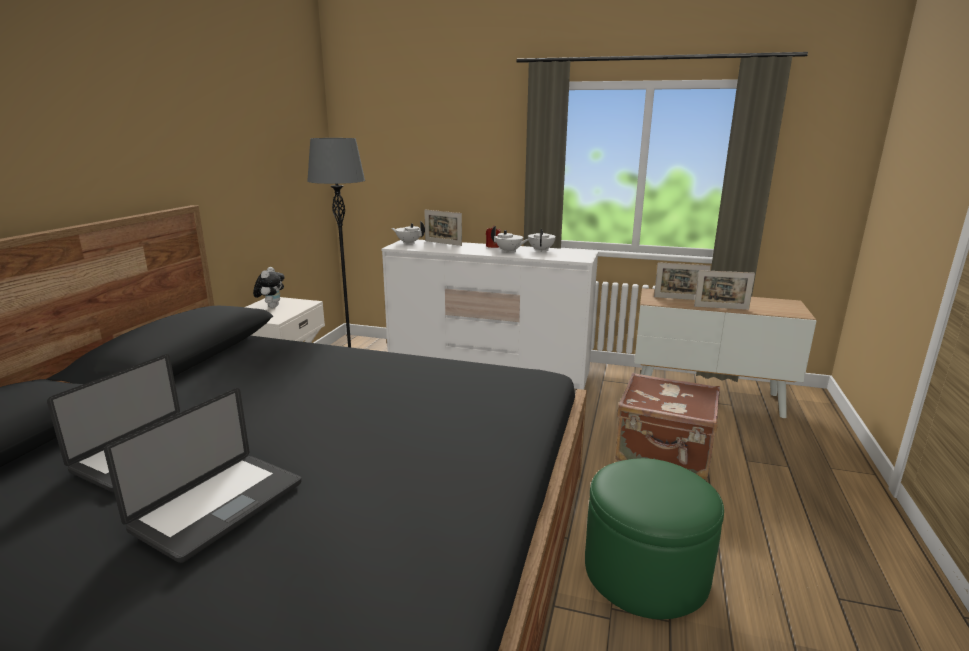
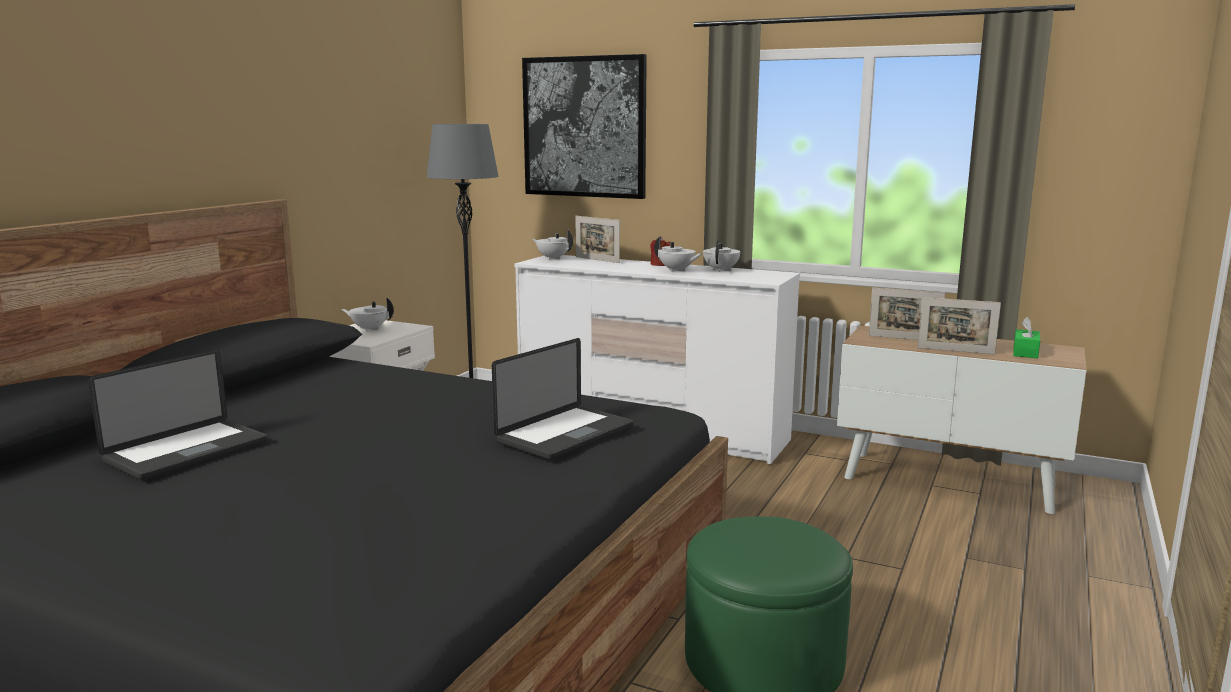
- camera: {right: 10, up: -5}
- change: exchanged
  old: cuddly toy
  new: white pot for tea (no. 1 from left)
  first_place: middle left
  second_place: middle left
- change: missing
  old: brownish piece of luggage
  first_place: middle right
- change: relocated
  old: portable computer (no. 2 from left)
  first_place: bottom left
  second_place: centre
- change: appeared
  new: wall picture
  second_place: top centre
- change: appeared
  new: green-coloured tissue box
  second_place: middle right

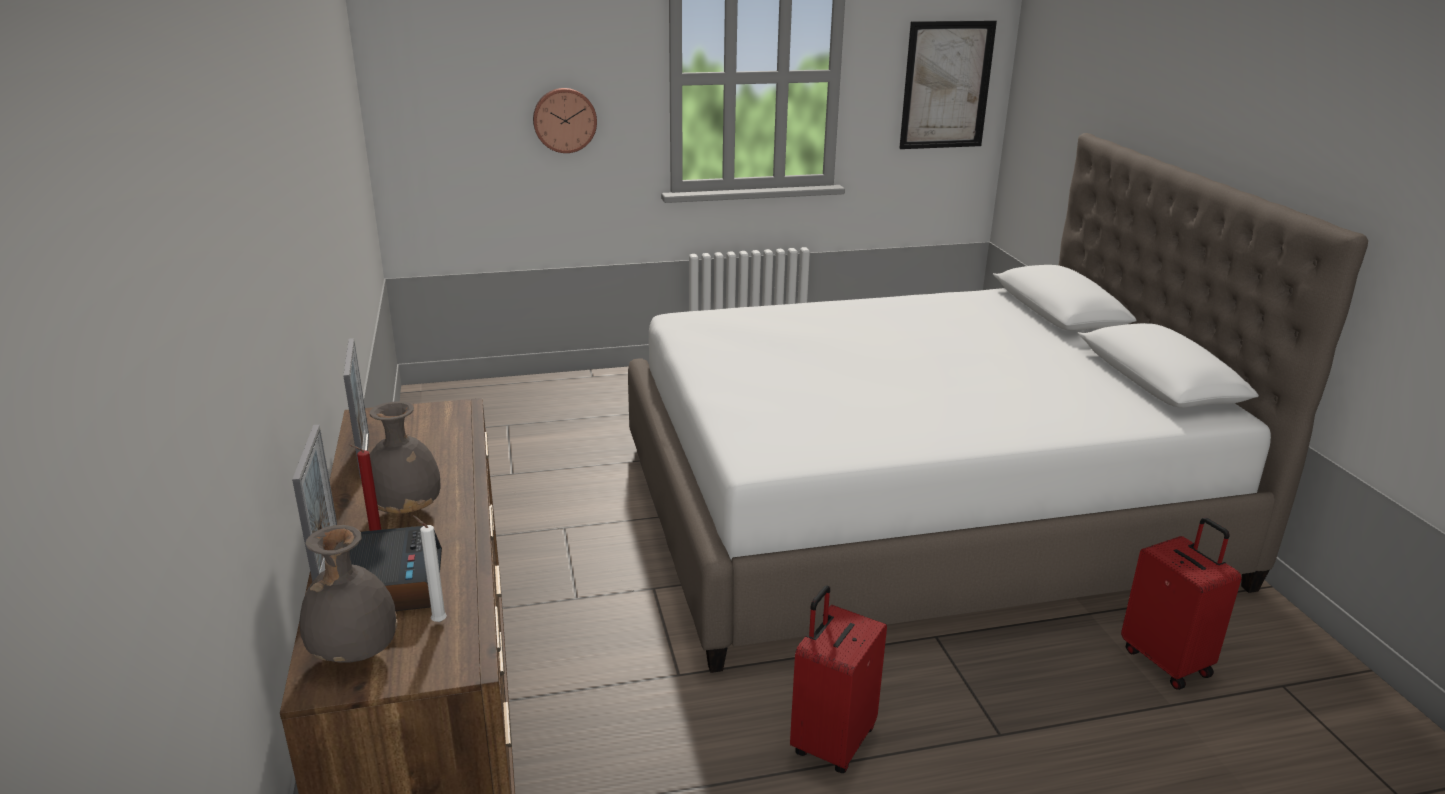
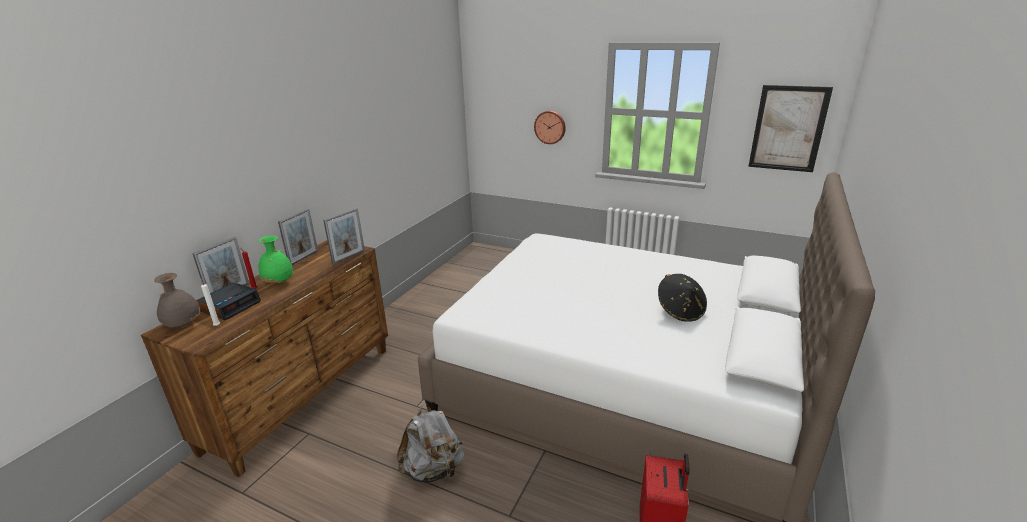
- camera: {right: 40, up: 0}
- change: colour
  old: greyish vase (no. 2 from left)
  new: green-coloured vase
  first_place: middle left
  second_place: middle left
- change: exchanged
  old: reddish piece of luggage (no. 1 from left)
  new: greyish backpack
  first_place: bottom centre
  second_place: bottom centre
- change: appeared
  new: photo frame (no. 3 from left)
  second_place: centre
- change: appeared
  new: black clothing hat
  second_place: centre

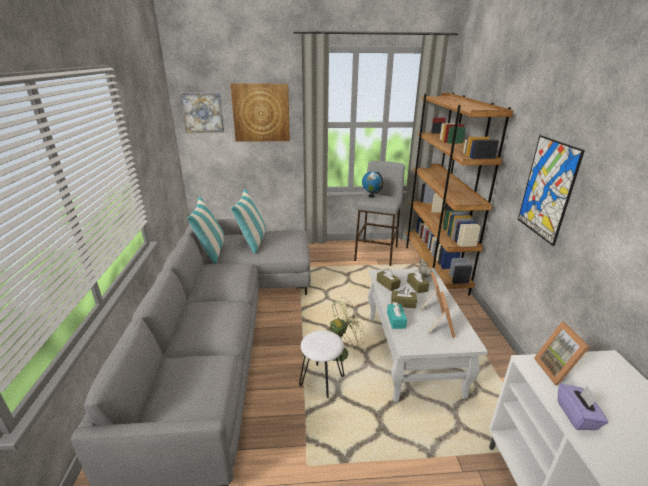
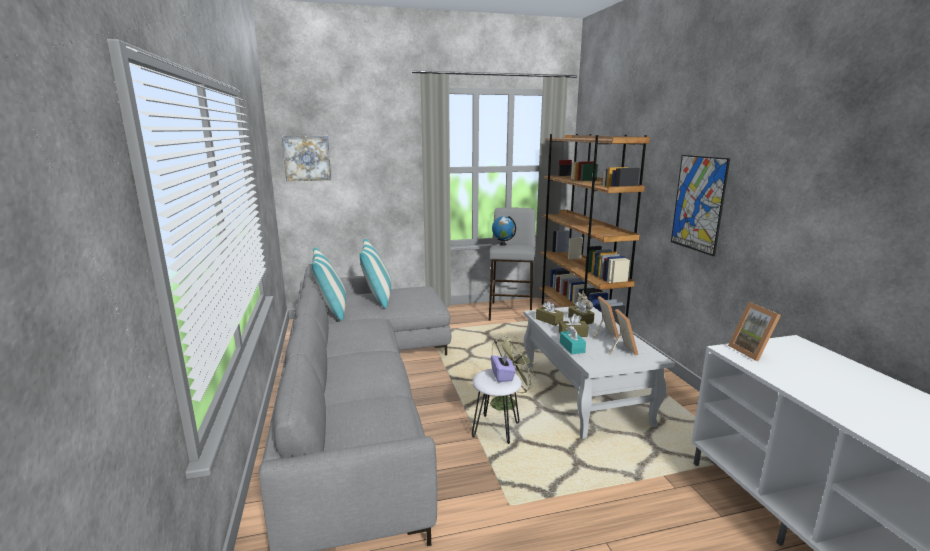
- camera: {right: -10, up: -10}
- change: missing
  old: wall picture (no. 2 from left)
  first_place: top centre
- change: relocated
  old: purple tissue box
  first_place: bottom right
  second_place: centre

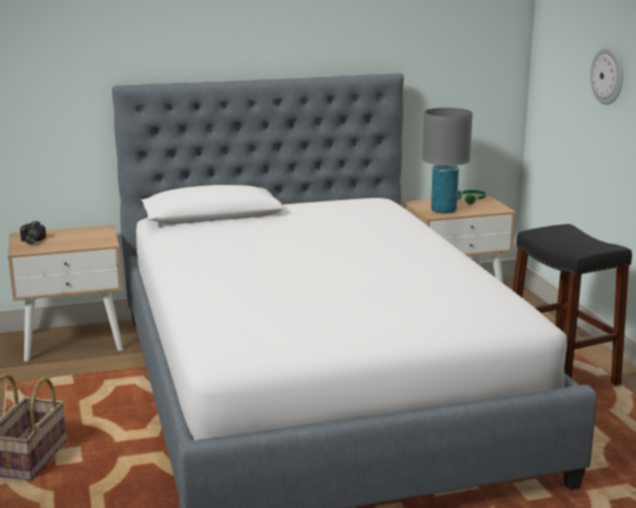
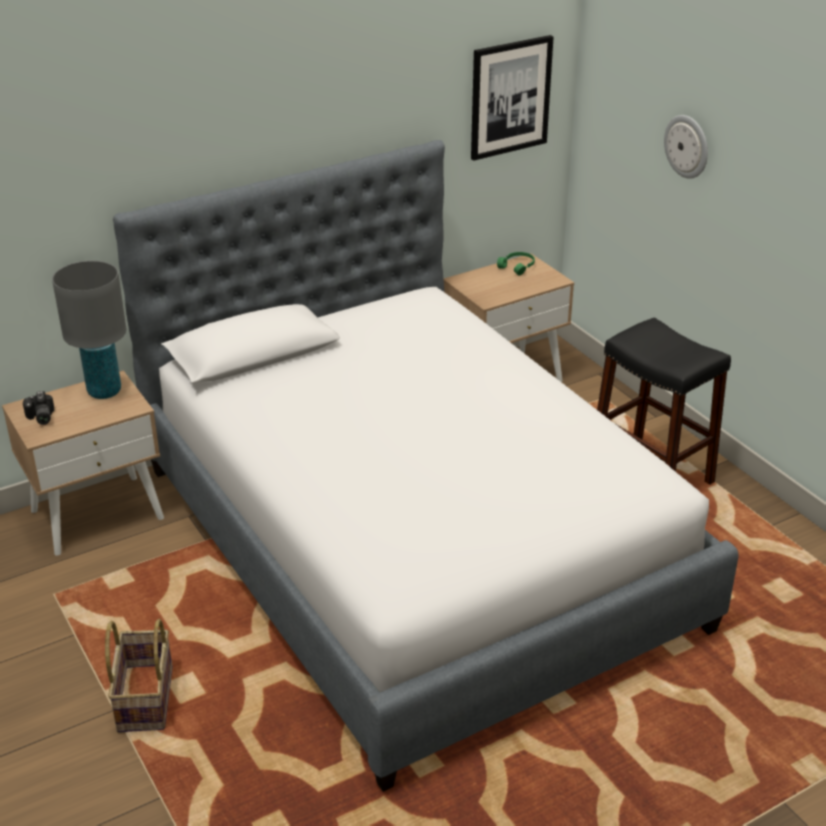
- camera: {right: -15, up: 15}
- change: relocated
  old: greyish table lamp
  first_place: top right
  second_place: middle left
- change: appeared
  new: wall picture
  second_place: top centre

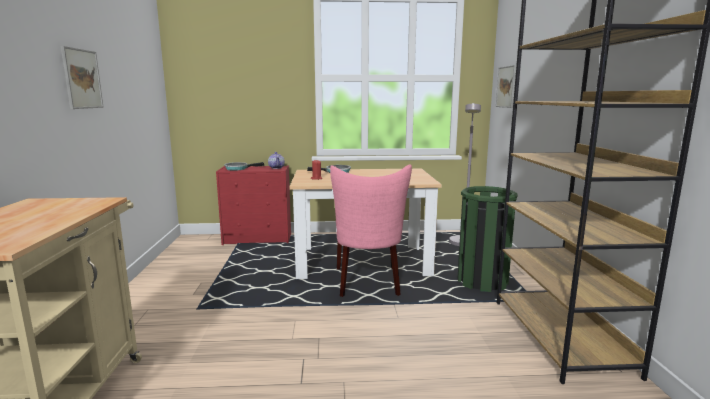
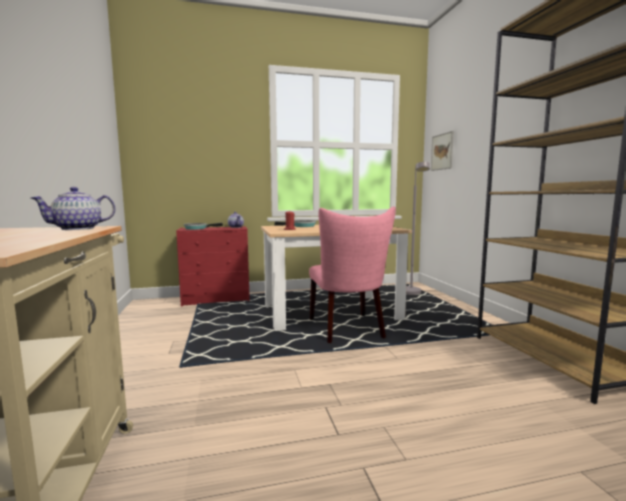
- camera: {right: -10, up: -5}
- change: missing
  old: wall picture (no. 1 from left)
  first_place: top left
- change: missing
  old: green-coloured rubbish bin
  first_place: middle right
- change: appeared
  new: pot for tea (no. 1 from left)
  second_place: middle left

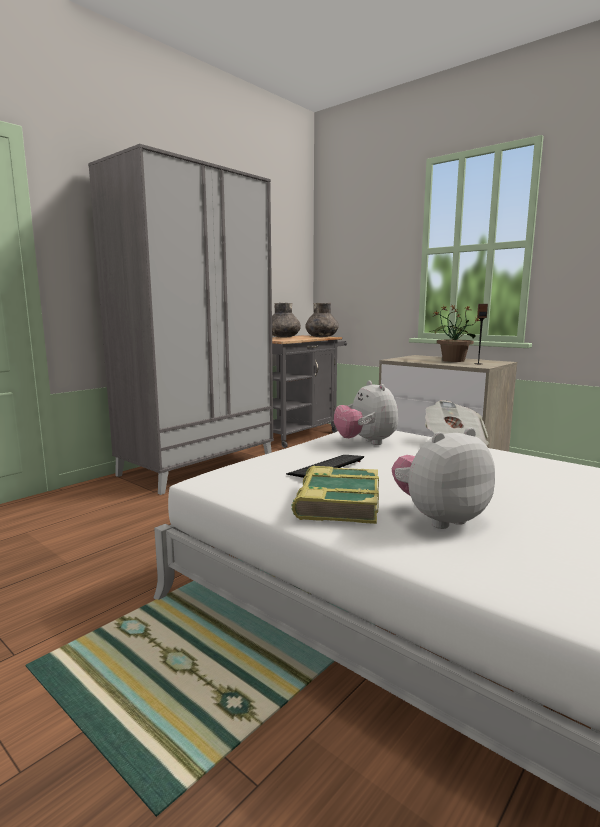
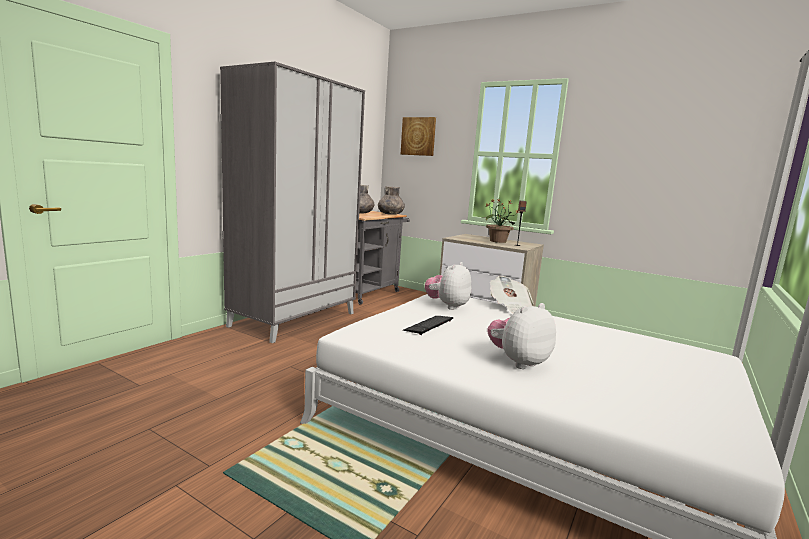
- camera: {right: -10, up: 0}
- change: spun
  old: cuddly toy (no. 1 from left)
  first_place: centre
  second_place: centre
  degrees: 60
- change: missing
  old: bound book
  first_place: centre
- change: appeared
  new: wall picture
  second_place: top centre

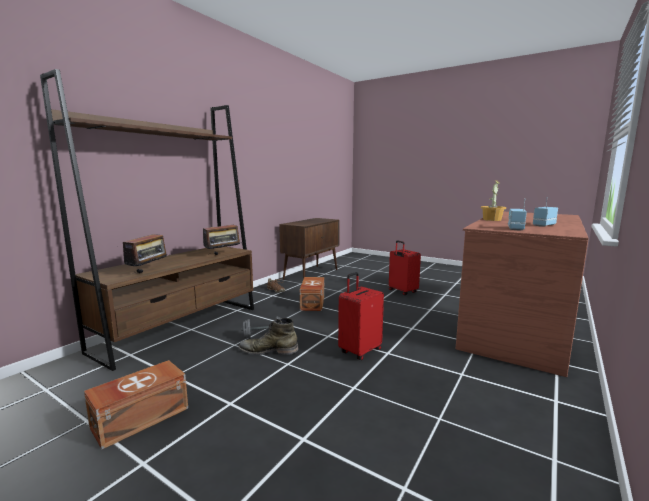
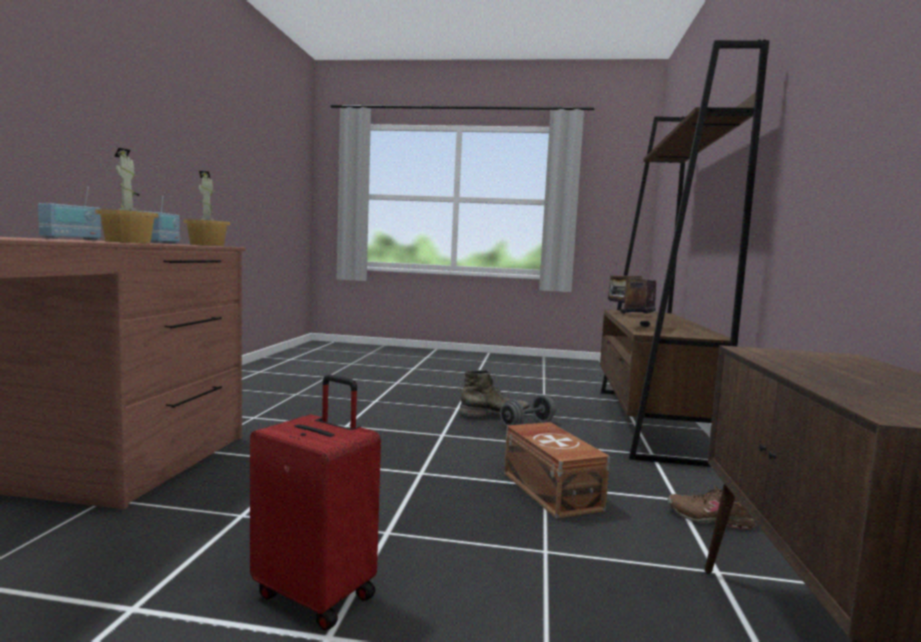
- camera: {right: 155, up: -5}
- change: missing
  old: reddish piece of luggage (no. 1 from left)
  first_place: centre
- change: missing
  old: brownish storage bin (no. 1 from left)
  first_place: bottom left
- change: appeared
  new: houseplant (no. 2 from left)
  second_place: top left

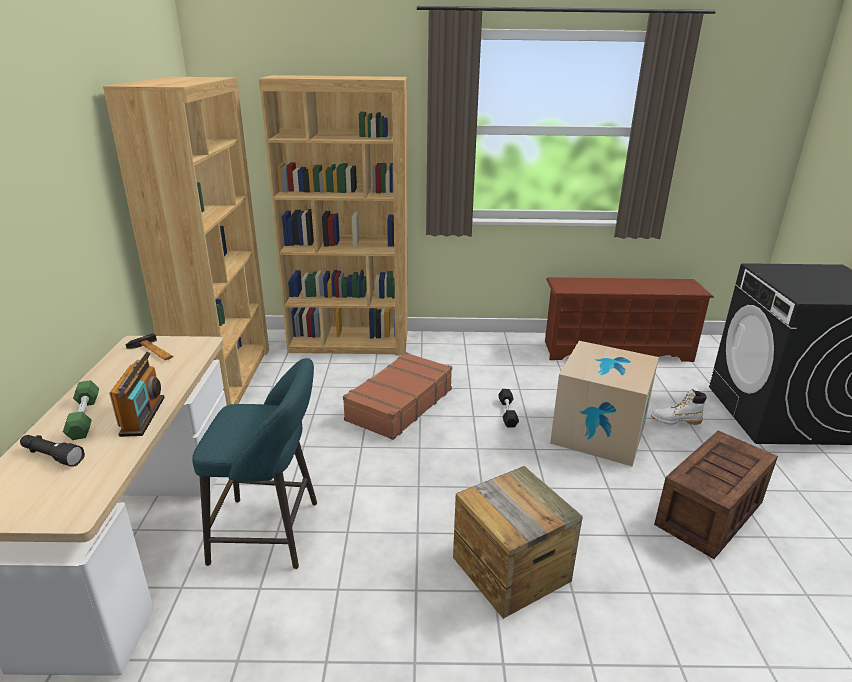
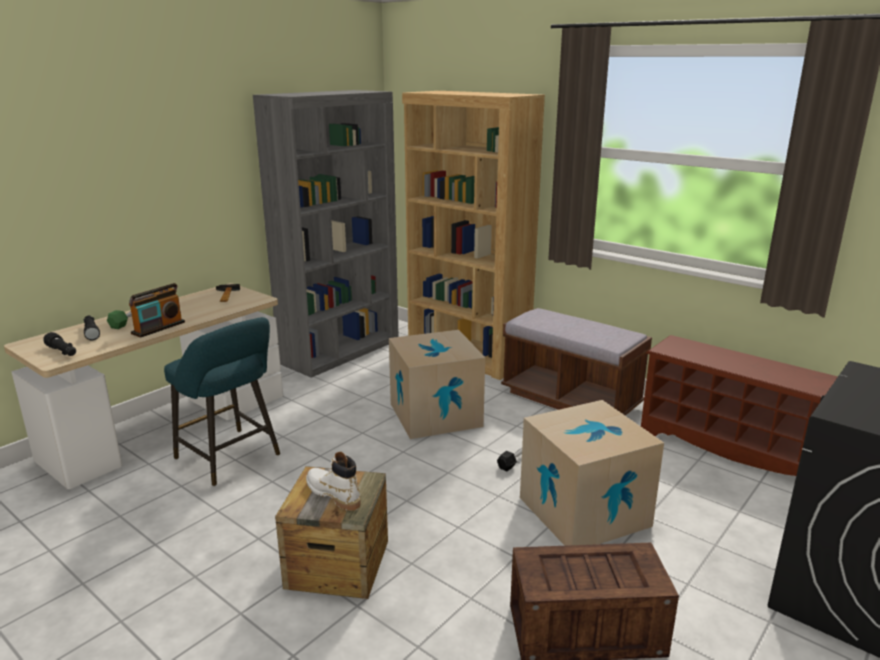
- camera: {right: 40, up: -5}
- change: colour
  old: brownish bookshelf (no. 1 from left)
  new: greyish bookshelf
  first_place: middle left
  second_place: centre
- change: exchanged
  old: brownish piece of luggage
  new: carton (no. 1 from left)
  first_place: centre
  second_place: centre
- change: relocated
  old: white boot
  first_place: middle right
  second_place: bottom centre
- change: appeared
  new: brownish bench
  second_place: centre
- change: appeared
  new: black flashlight (no. 1 from left)
  second_place: middle left

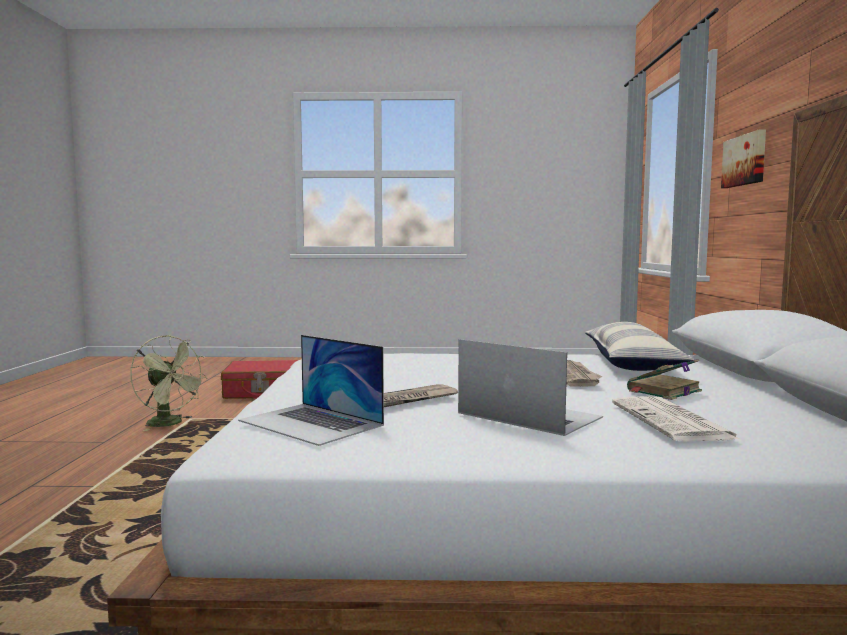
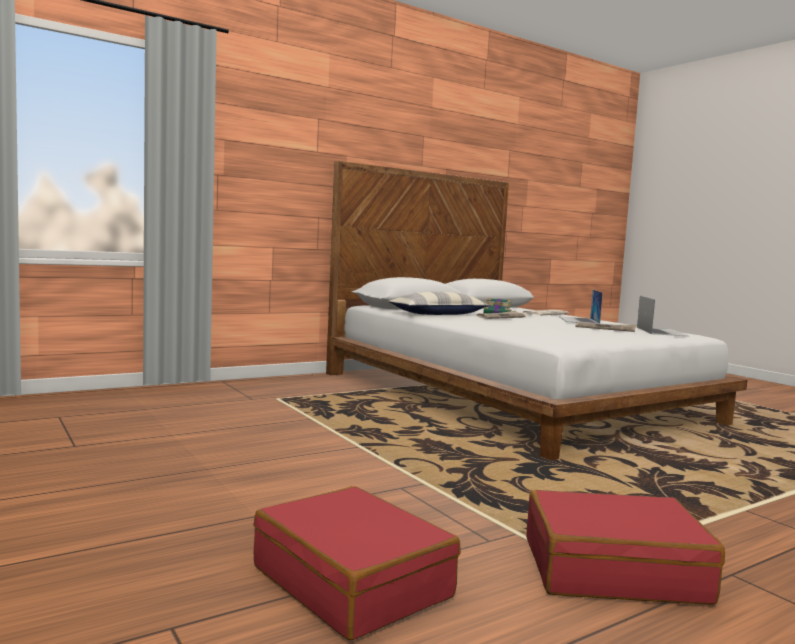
- camera: {right: -125, up: 0}
- change: missing
  old: wall picture
  first_place: top right
- change: exchanged
  old: green-coloured electric fan
  new: reddish piece of luggage (no. 2 from left)
  first_place: middle left
  second_place: bottom right

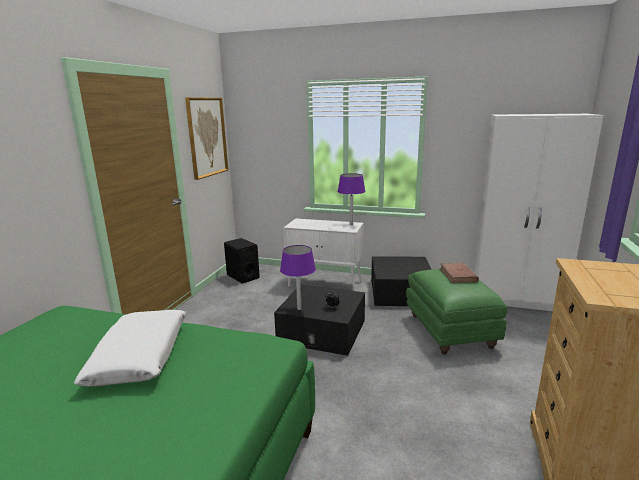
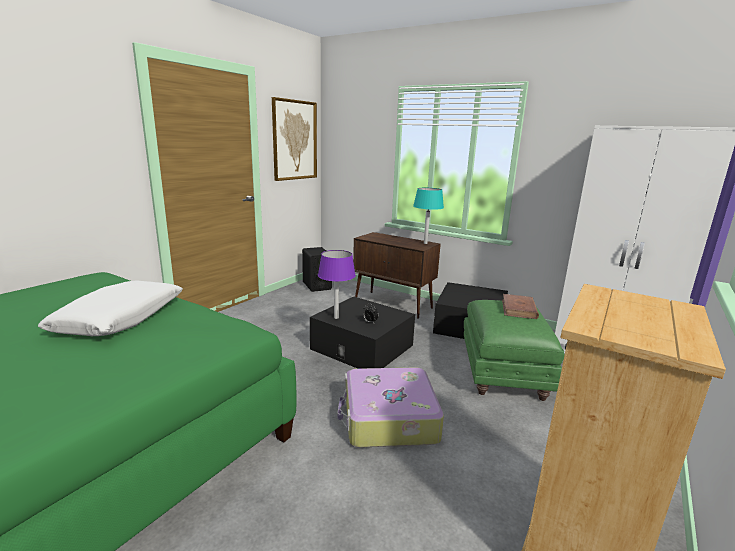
- camera: {right: 15, up: 0}
- change: colour
  old: purple table lamp (no. 2 from left)
  new: turquoise table lamp
  first_place: centre
  second_place: centre
- change: colour
  old: white storage cabinet
  new: brownish storage cabinet
  first_place: centre
  second_place: centre
- change: appeared
  new: piece of luggage
  second_place: bottom centre

